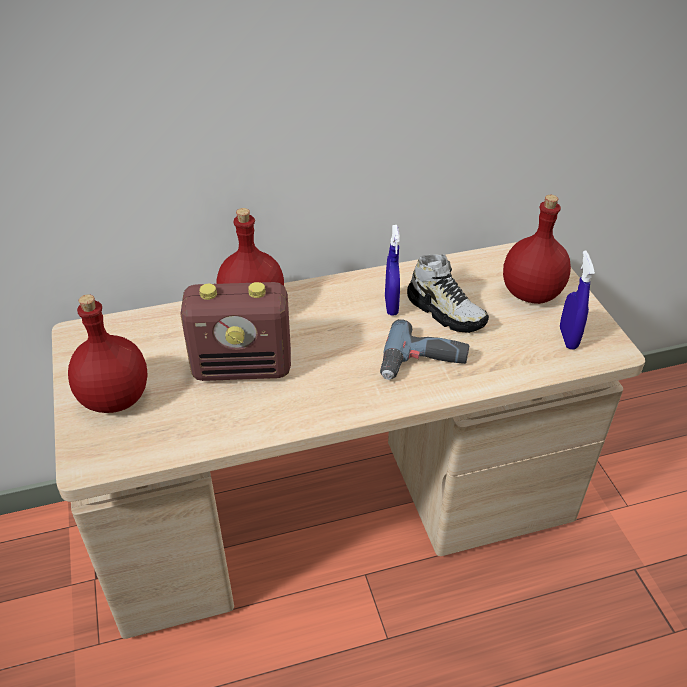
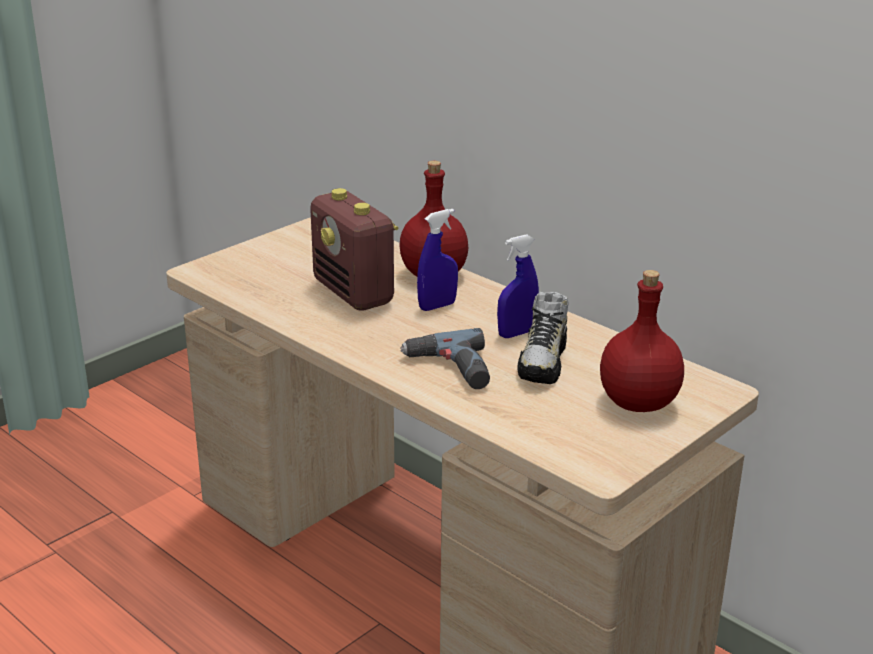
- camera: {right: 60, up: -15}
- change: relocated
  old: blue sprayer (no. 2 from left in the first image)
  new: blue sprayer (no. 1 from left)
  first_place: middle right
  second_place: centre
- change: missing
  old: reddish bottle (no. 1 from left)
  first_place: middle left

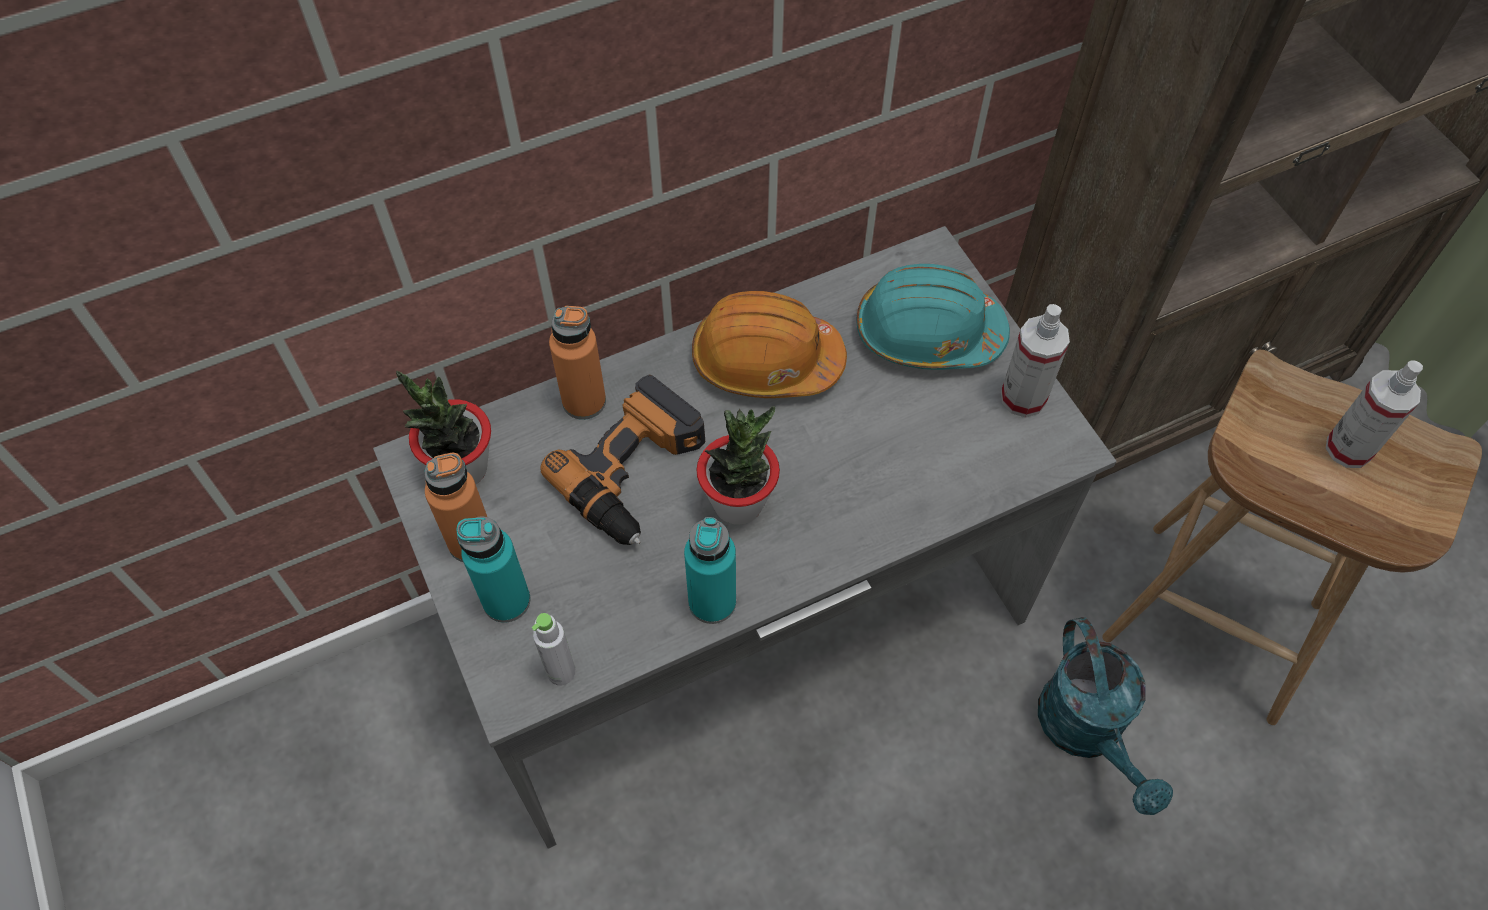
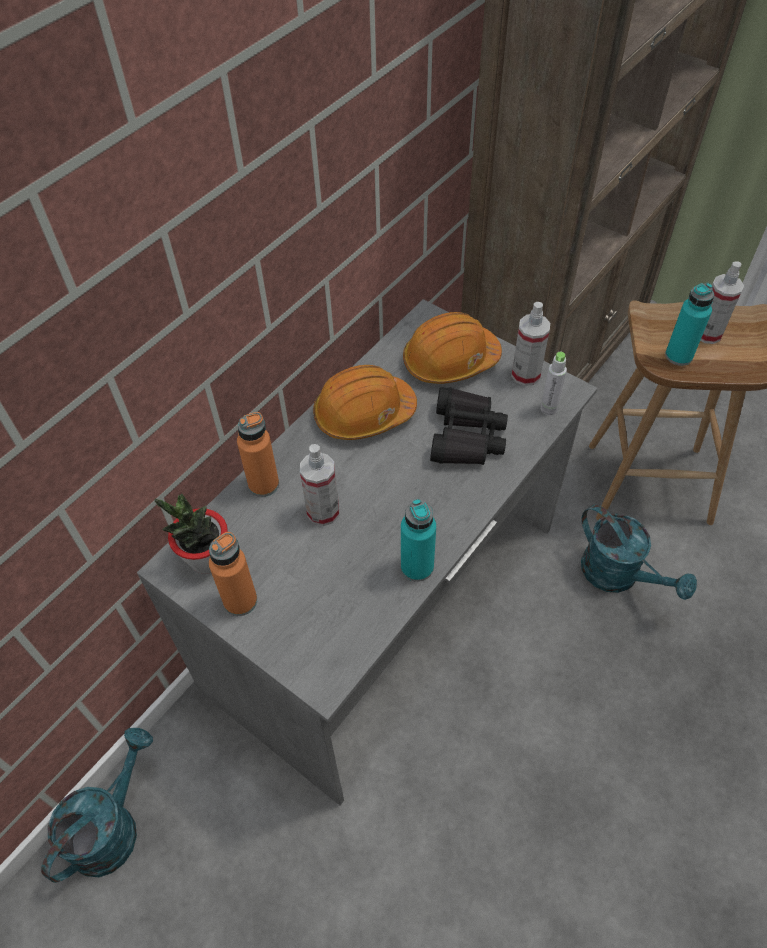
- camera: {right: -25, up: -5}
- change: colour
  old: turquoise safety helmet
  new: orange-coloured safety helmet (no. 2 from left)
  first_place: centre
  second_place: centre
- change: exchanged
  old: drill
  new: sprayer (no. 1 from left)
  first_place: centre
  second_place: centre
- change: missing
  old: houseplant (no. 2 from left)
  first_place: centre
- change: relocated
  old: turquoise bottle (no. 1 from left in the first image)
  new: turquoise bottle (no. 2 from left)
  first_place: middle left
  second_place: middle right
- change: relocated
  old: greyish bottle
  first_place: bottom centre
  second_place: middle right
- change: appeared
  new: black pair of binoculars
  second_place: centre
- change: appeared
  new: turquoise watering pot (no. 1 from left)
  second_place: bottom left

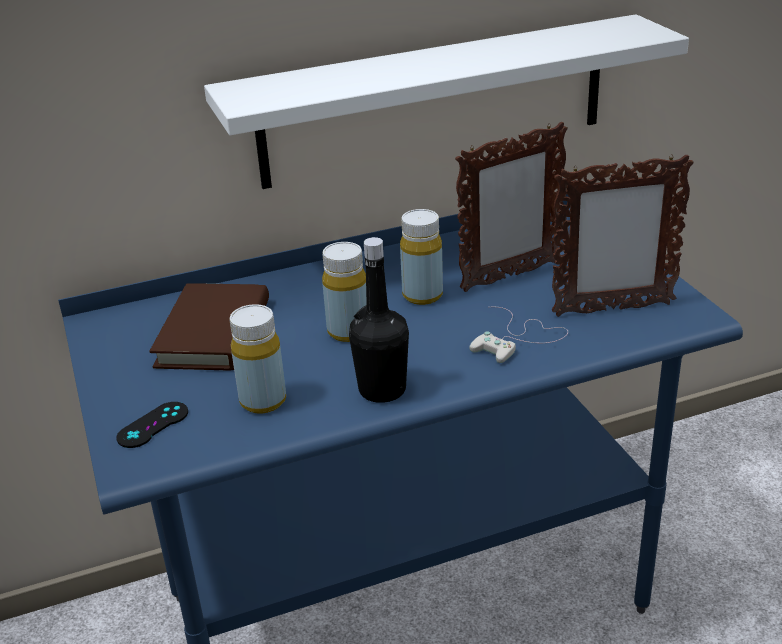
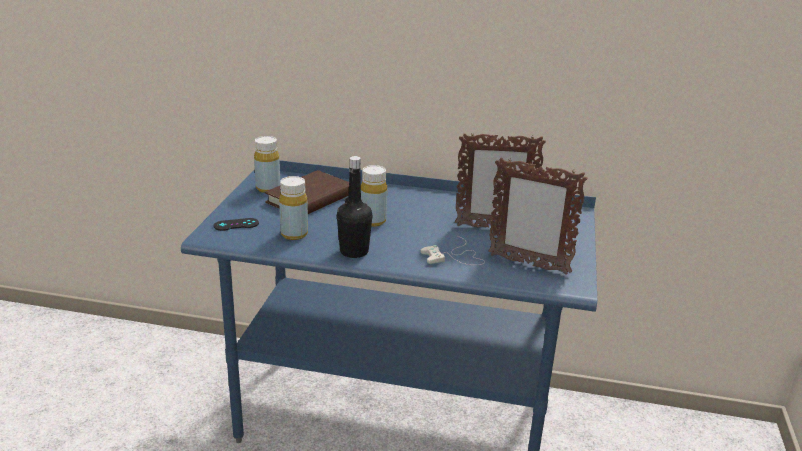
- camera: {right: 30, up: -5}
- change: missing
  old: white shelf
  first_place: top centre
- change: relocated
  old: yellowish bottle (no. 3 from left in the first image)
  new: yellowish bottle (no. 1 from left)
  first_place: centre
  second_place: middle left

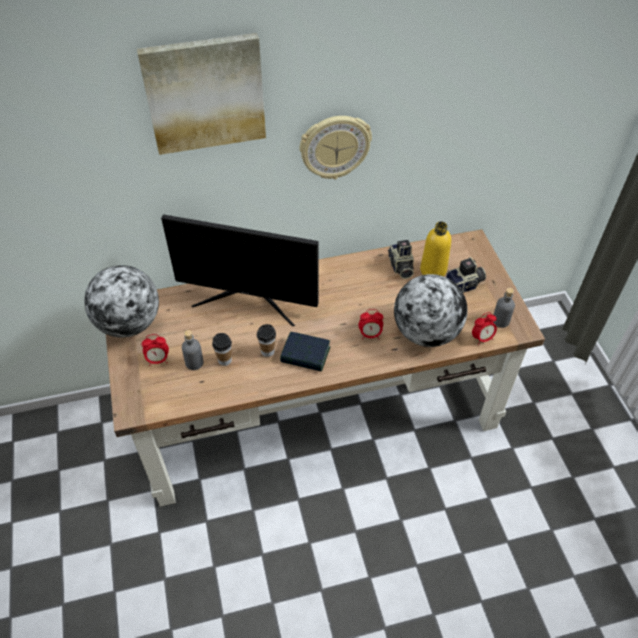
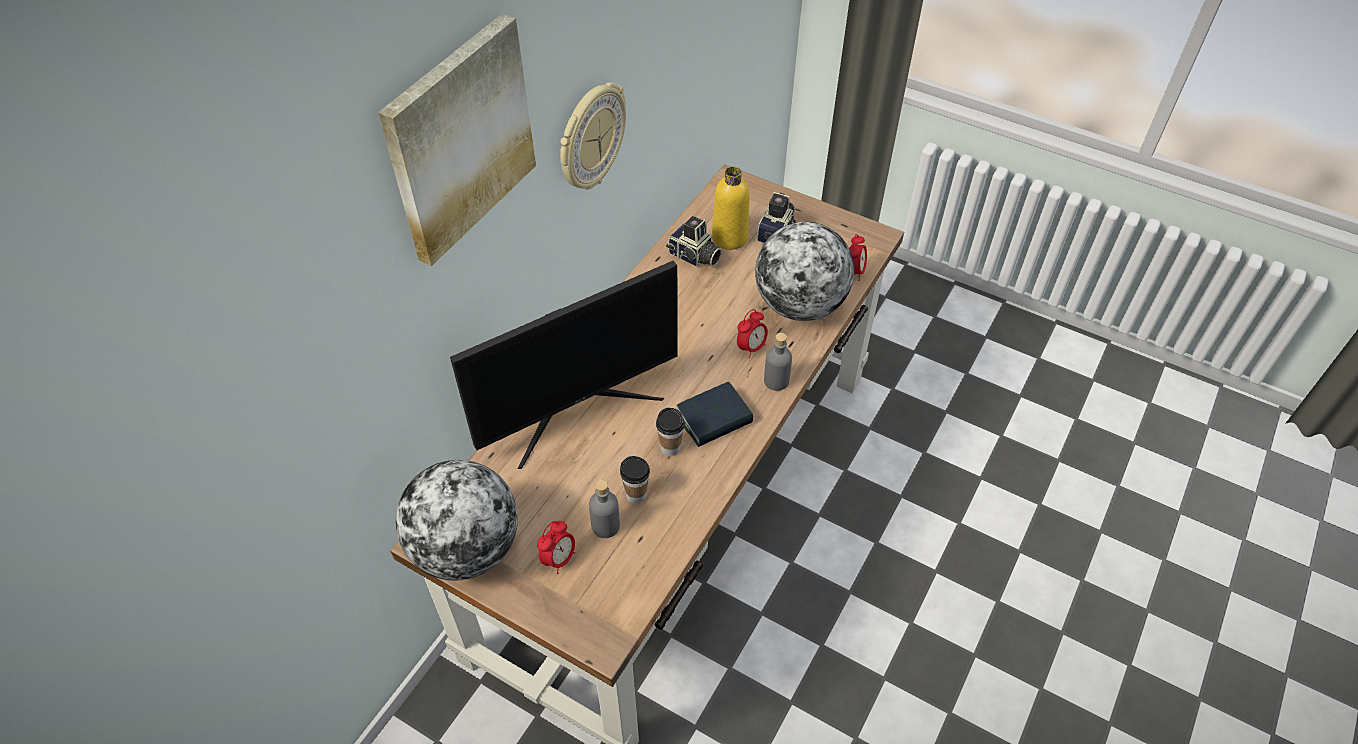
- camera: {right: -45, up: 0}
- change: relocated
  old: greyish bottle (no. 2 from left)
  first_place: middle right
  second_place: centre

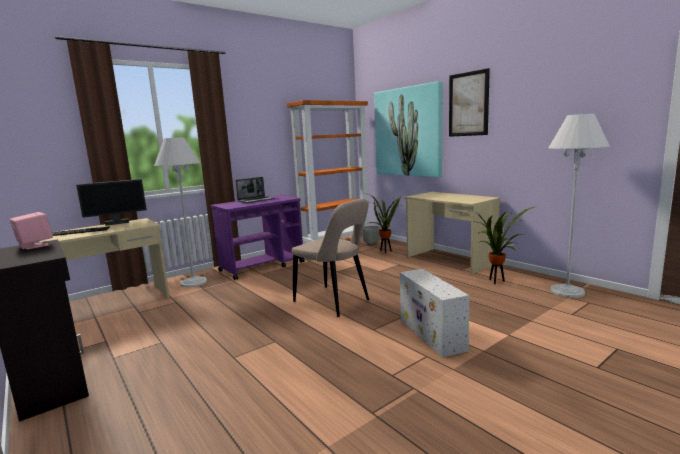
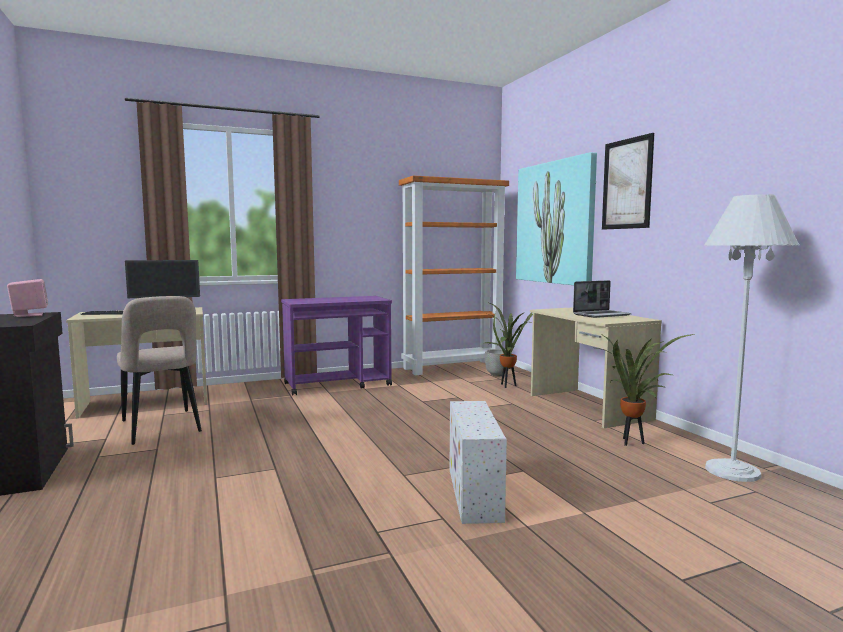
- camera: {right: 15, up: -5}
- change: missing
  old: white standing lamp (no. 1 from left)
  first_place: middle left
- change: relocated
  old: portable computer
  first_place: centre
  second_place: middle right
- change: relocated
  old: sand-coloured upright chair
  first_place: centre
  second_place: middle left

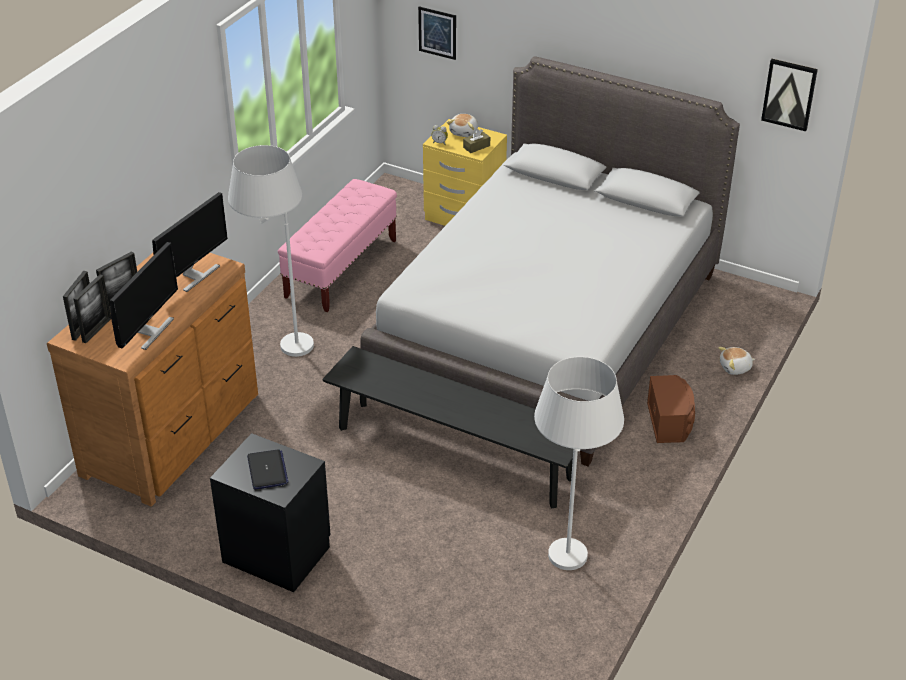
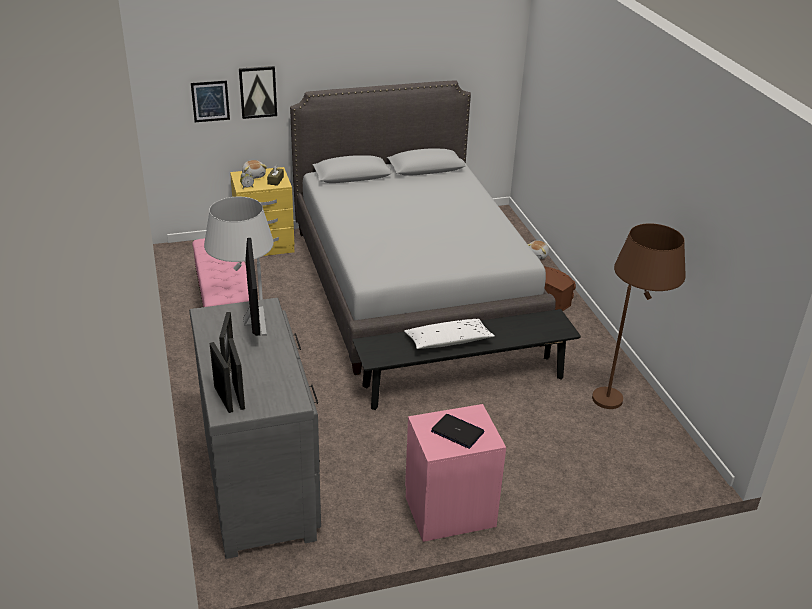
- camera: {right: -45, up: -5}
- change: relocated
  old: wall picture (no. 2 from left)
  first_place: top right
  second_place: top left
- change: missing
  old: monitor (no. 1 from left)
  first_place: middle left
- change: colour
  old: brownish chest of drawers
  new: greyish chest of drawers
  first_place: middle left
  second_place: bottom left
- change: colour
  old: white standing lamp (no. 2 from left)
  new: brownish standing lamp
  first_place: bottom centre
  second_place: middle right
- change: colour
  old: black bedside table
  new: pinkish bedside table
  first_place: bottom left
  second_place: bottom centre
- change: appeared
  new: white cushion
  second_place: centre

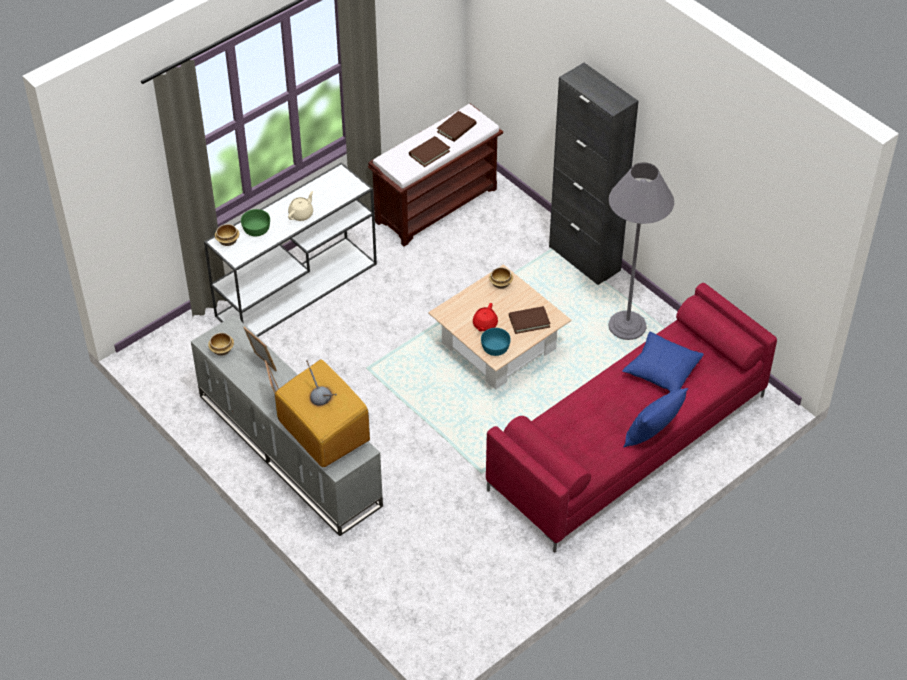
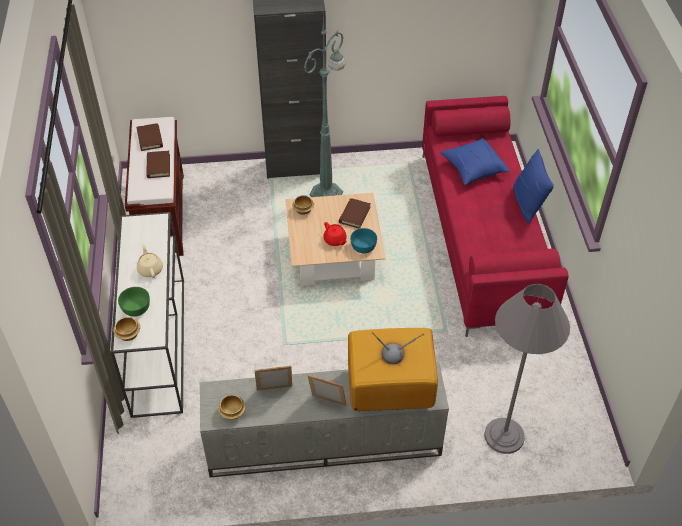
- camera: {right: -55, up: 0}
- change: relocated
  old: greyish standing lamp
  first_place: middle right
  second_place: bottom right
- change: appeared
  new: green-coloured standing lamp
  second_place: top centre

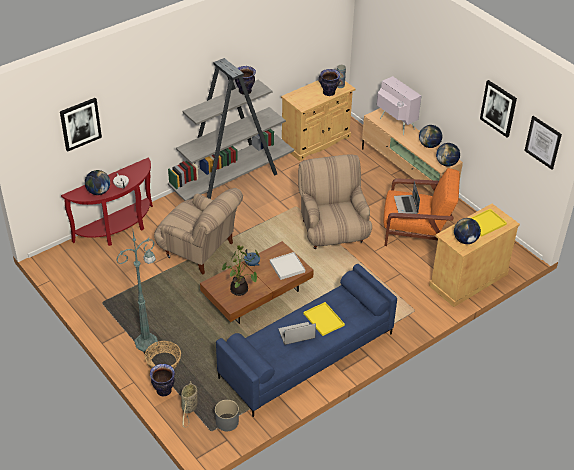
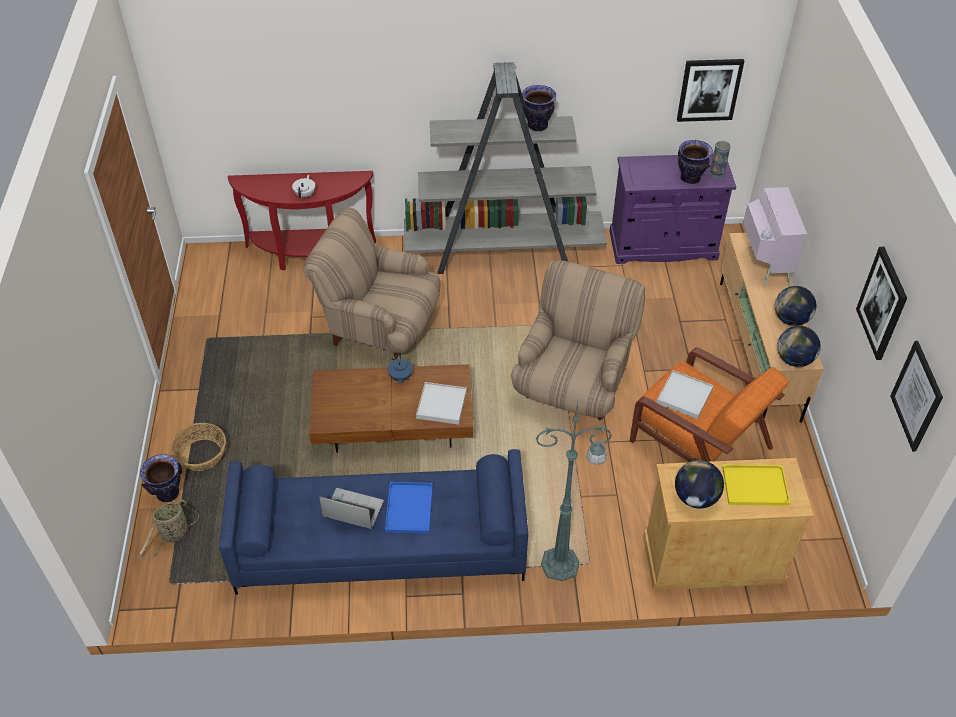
- camera: {right: 35, up: 5}
- change: colour
  old: sand-coloured storage cabinet (no. 1 from left)
  new: purple storage cabinet
  first_place: top centre
  second_place: top right
- change: relocated
  old: wall picture (no. 1 from left)
  first_place: top left
  second_place: top right
- change: missing
  old: desk globe (no. 1 from left)
  first_place: middle left
- change: exchanged
  old: portable computer (no. 2 from left)
  new: white serving tray (no. 2 from left)
  first_place: middle right
  second_place: middle right
- change: spun
  old: sand-coloured lounge chair (no. 1 from left)
  first_place: centre
  second_place: centre
  degrees: 135
- change: relocated
  old: green-coloured standing lamp
  first_place: middle left
  second_place: bottom centre
- change: missing
  old: houseplant
  first_place: centre
- change: colour
  old: yellowish serving tray (no. 1 from left)
  new: blue serving tray
  first_place: bottom centre
  second_place: bottom centre
- change: missing
  old: greyish plant pot
  first_place: bottom centre

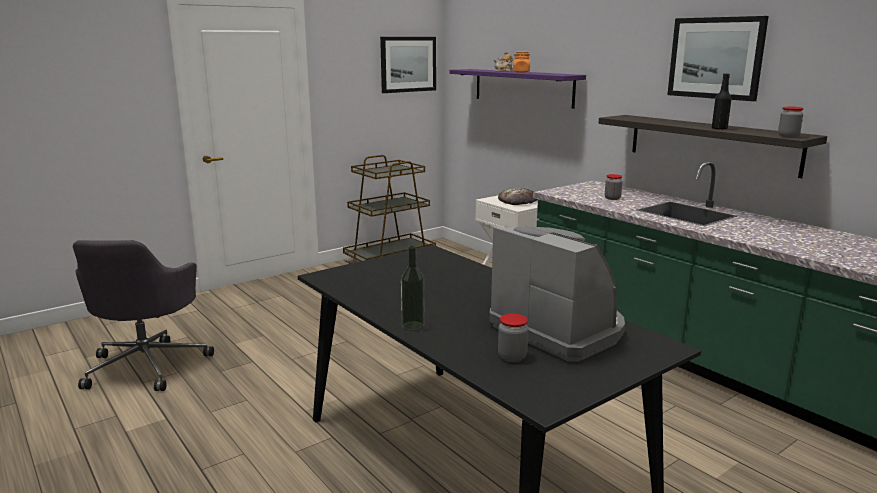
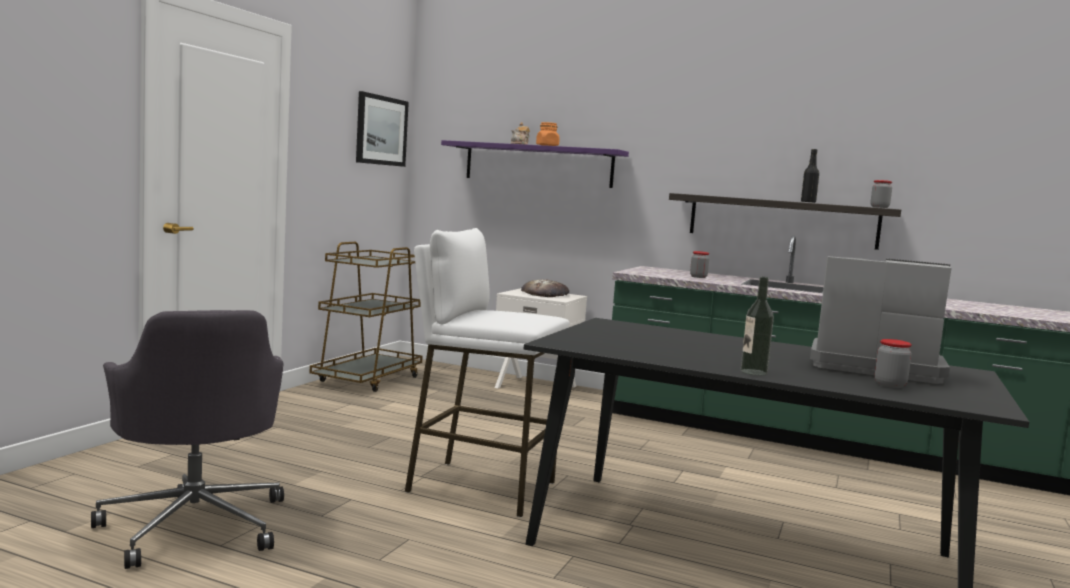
- camera: {right: -30, up: -10}
- change: missing
  old: wall picture (no. 2 from left)
  first_place: top right
- change: appeared
  new: white stool
  second_place: centre

